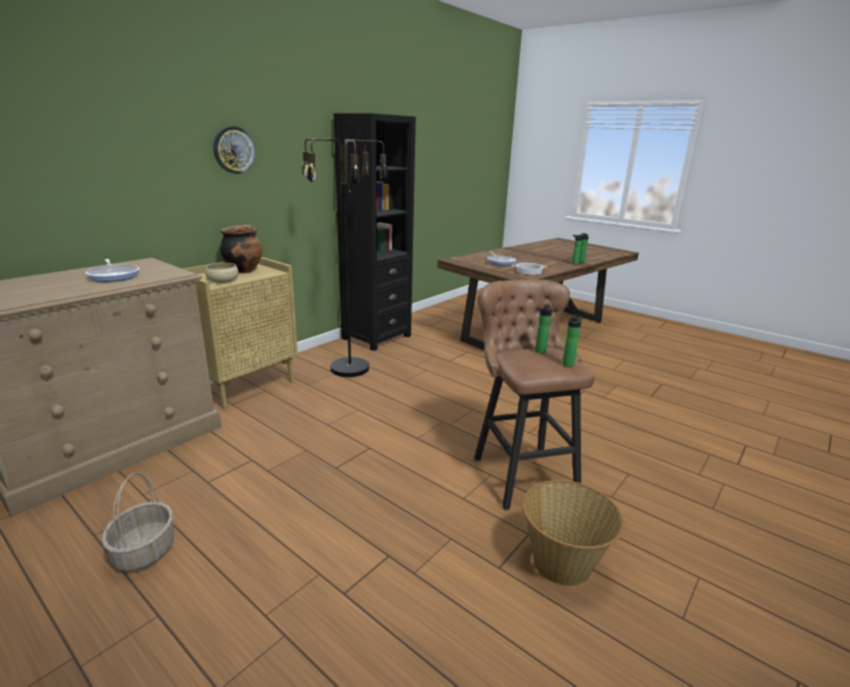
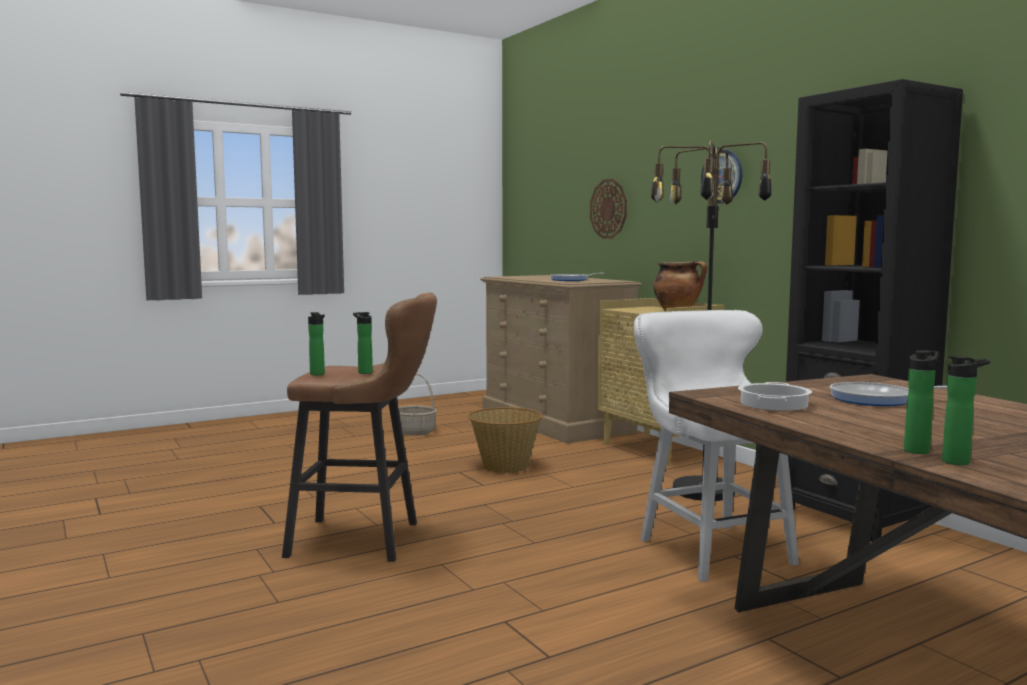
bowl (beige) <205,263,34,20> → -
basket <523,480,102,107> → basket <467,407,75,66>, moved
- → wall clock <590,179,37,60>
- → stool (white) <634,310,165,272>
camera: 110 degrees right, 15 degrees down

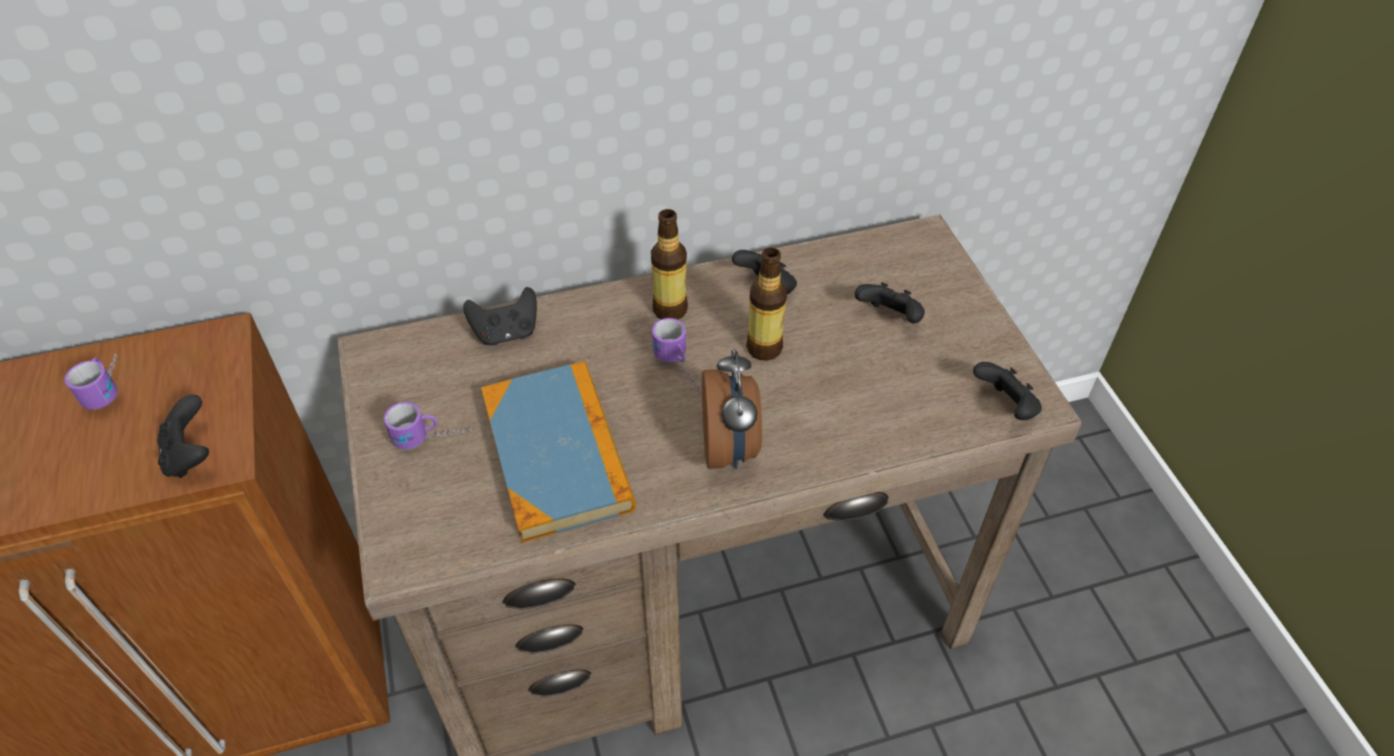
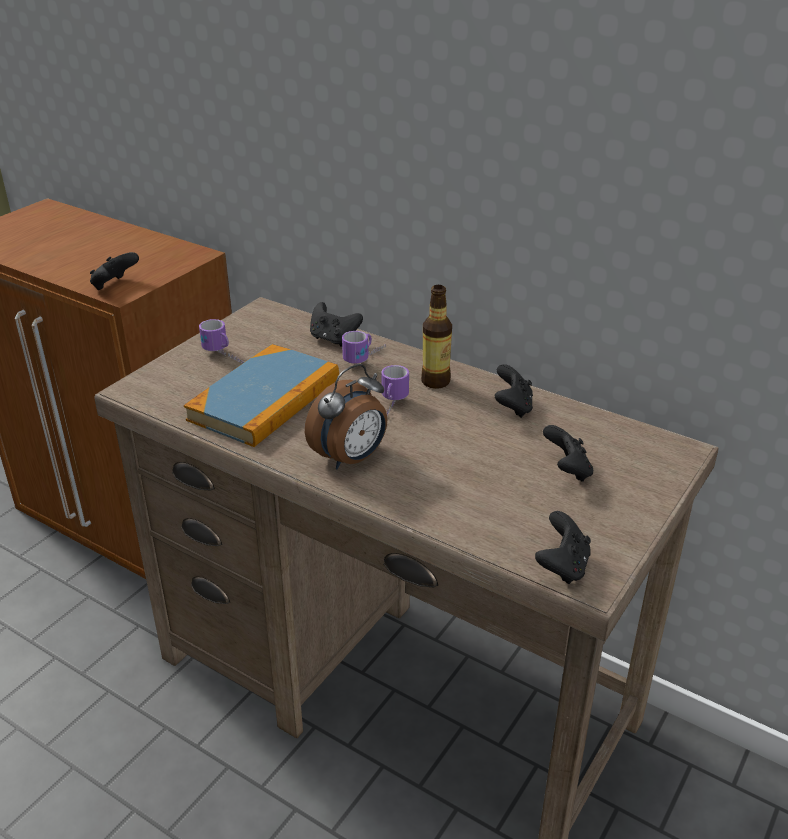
mug <64,354,54,56> → mug <342,331,44,33>, moved
bottle <746,248,41,113> → -
camera: 50 degrees right, 15 degrees down

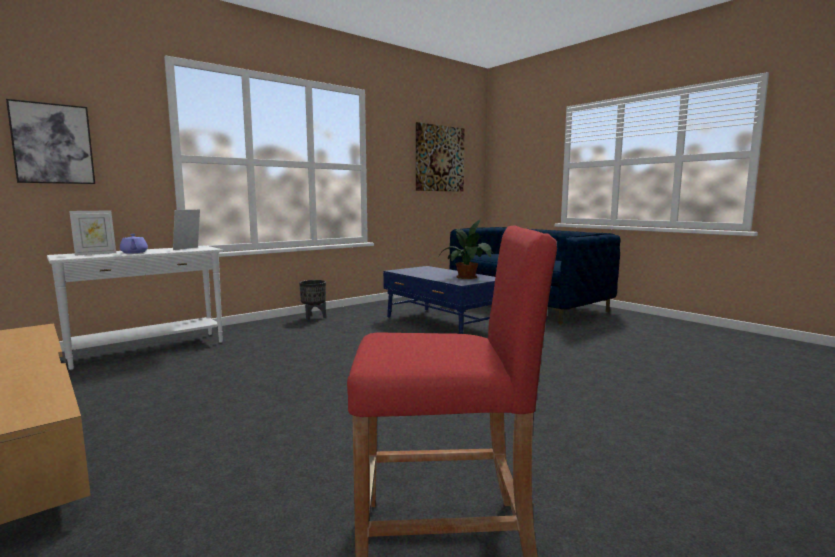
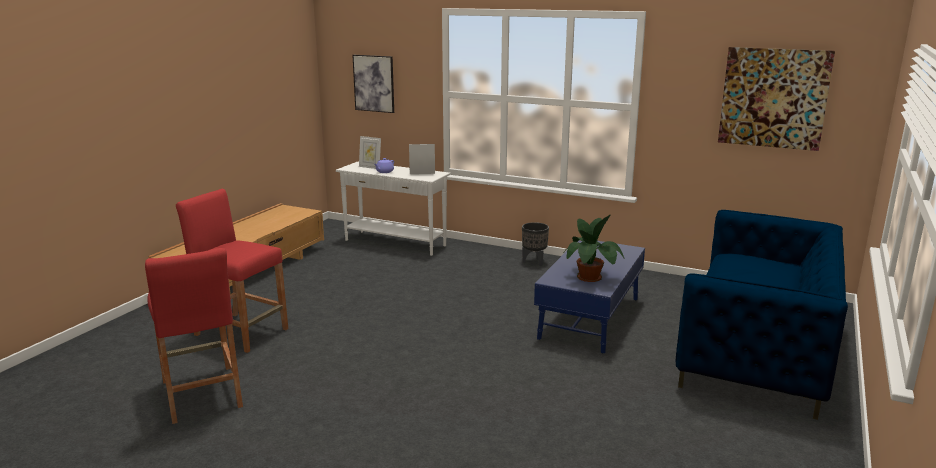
- → stool (red) <176,189,112,164>
camera: 65 degrees right, 10 degrees up

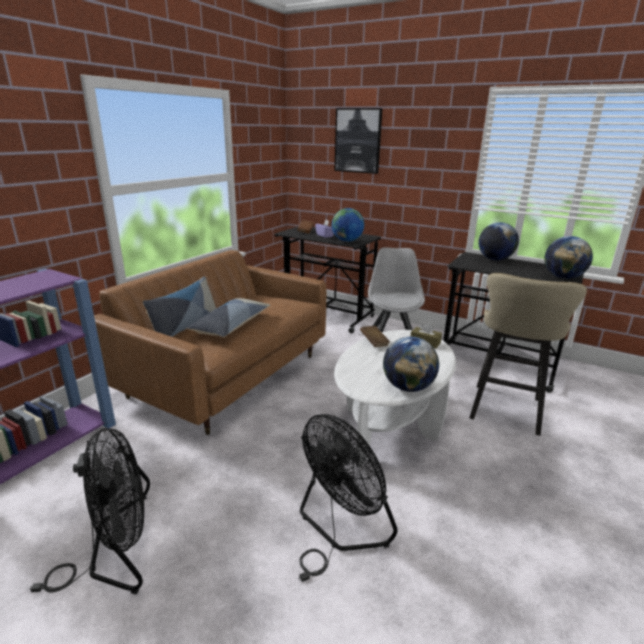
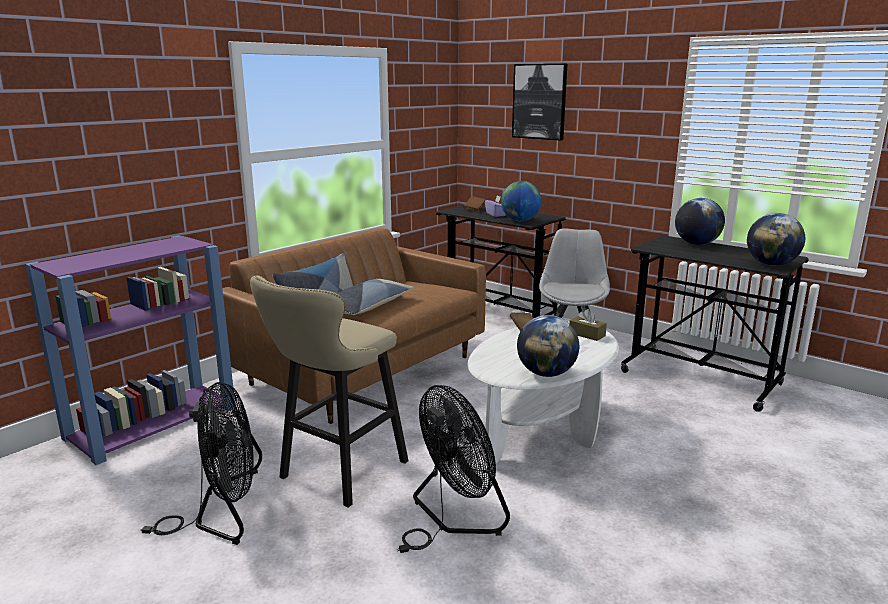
stool (beige) <470,273,117,163> → stool (beige) <250,275,158,233>, moved
camera: 10 degrees right, 5 degrees down

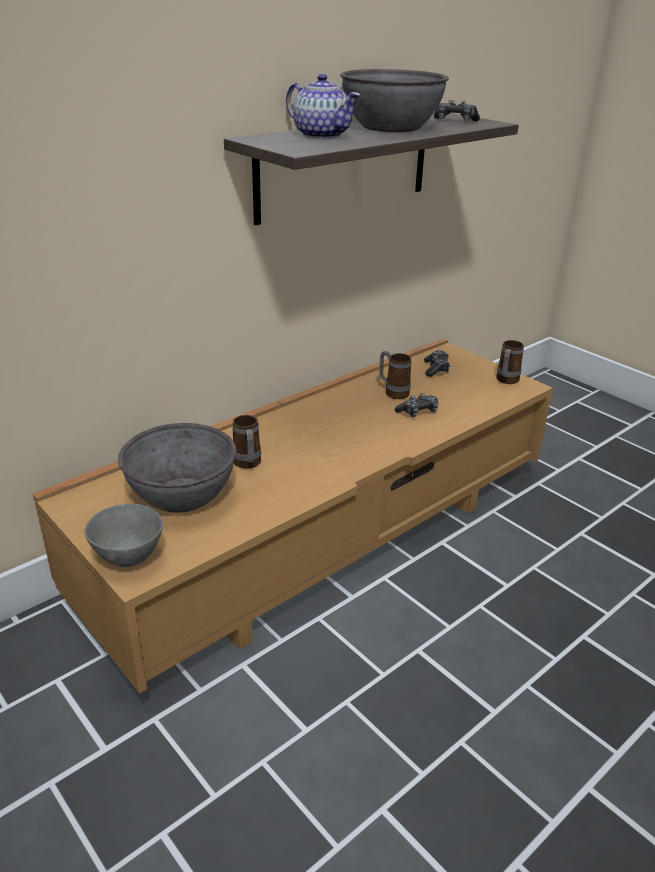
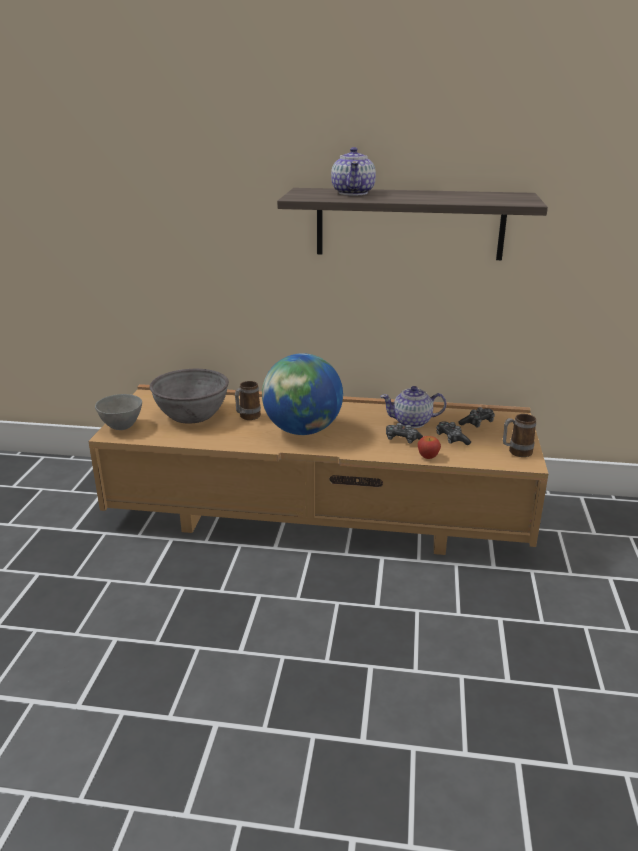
bowl (grey) <340,69,109,63> → -
mug <379,351,33,48> → teapot <380,386,67,42>
game controller <434,100,46,21> → game controller <436,421,35,24>, moved
- → globe <262,353,81,82>
- → apple <418,436,23,23>
camera: 50 degrees right, 5 degrees down

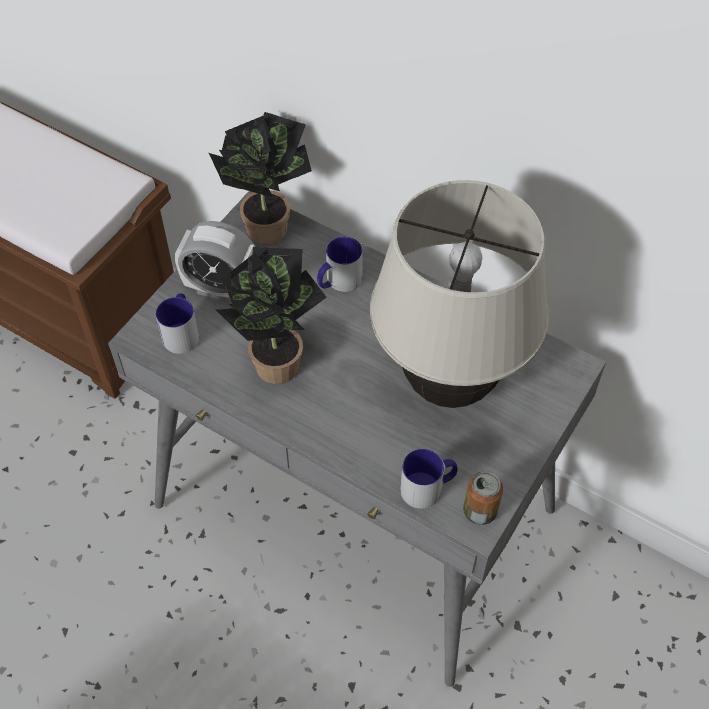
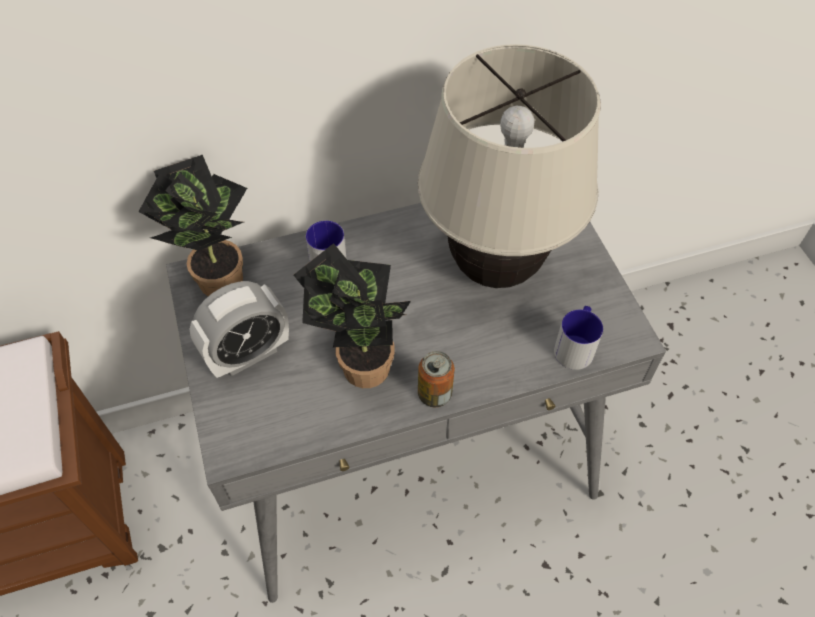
mug <156,293,43,61> → -
can <463,471,40,54> → can <418,351,37,56>, moved
camera: 50 degrees left, 0 degrees up

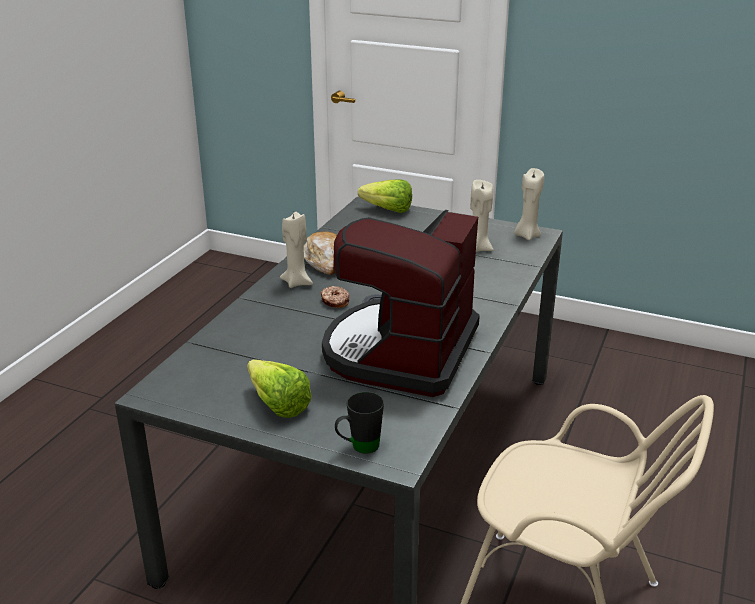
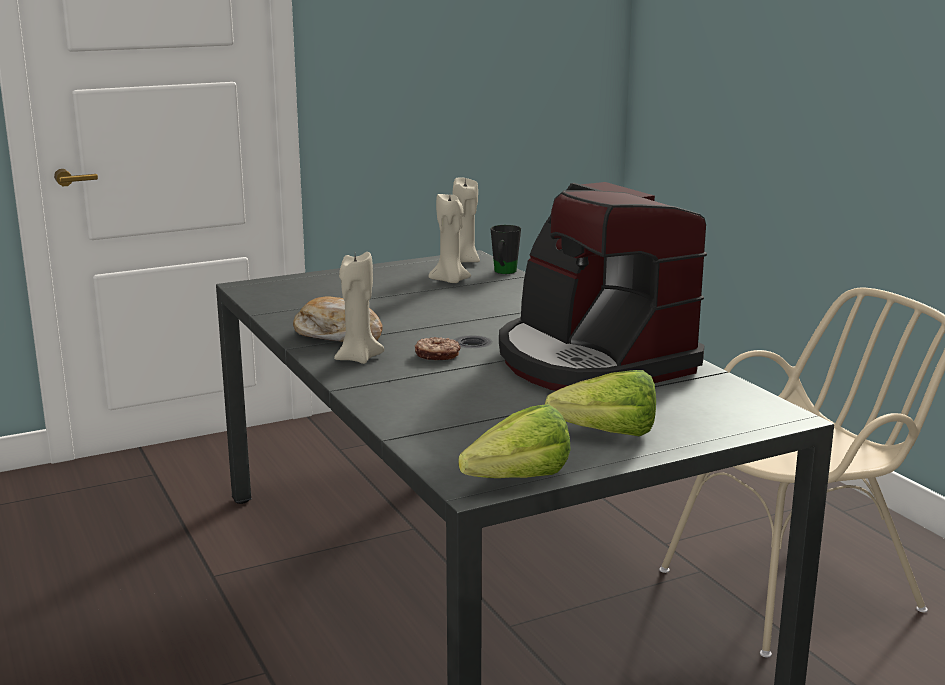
mug (black) <335,392,49,62> → mug (black) <491,225,30,49>, moved
lettuce <358,179,54,34> → lettuce <458,404,113,74>, moved
camera: 50 degrees left, 10 degrees down

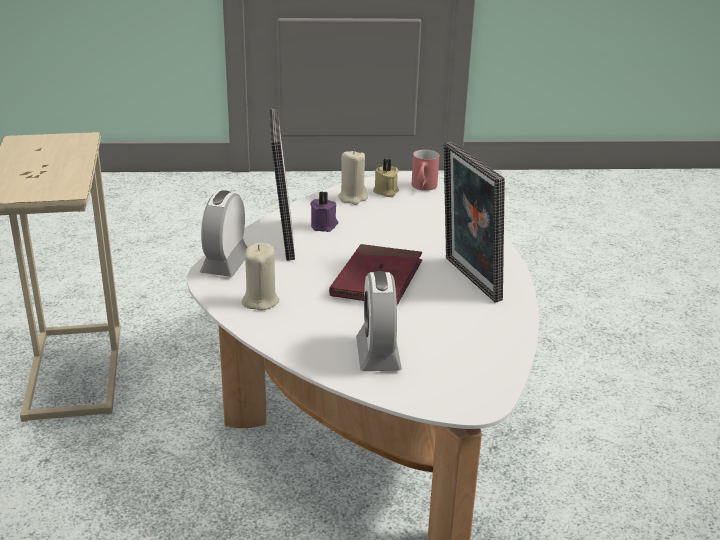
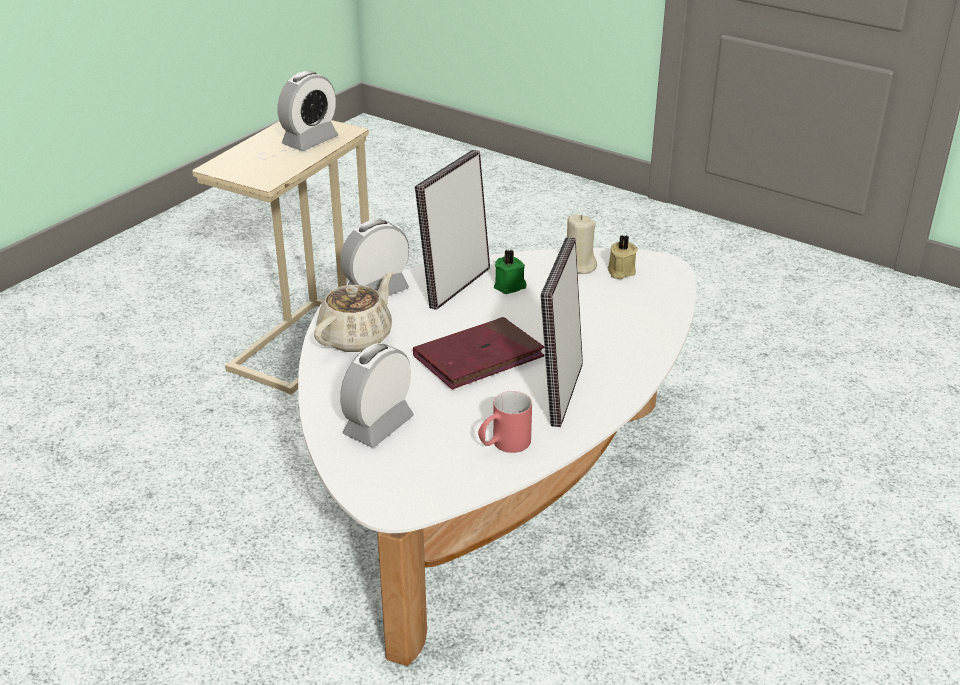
candle (beige) <241,243,39,68> → teapot (beige) <314,271,79,81>
candle (purple) <310,191,28,41> → candle (green) <494,249,32,45>
mug (red) <412,150,27,41> → mug (red) <478,391,54,62>, moved
- → alarm clock <278,71,60,80>
camera: 40 degrees right, 5 degrees up

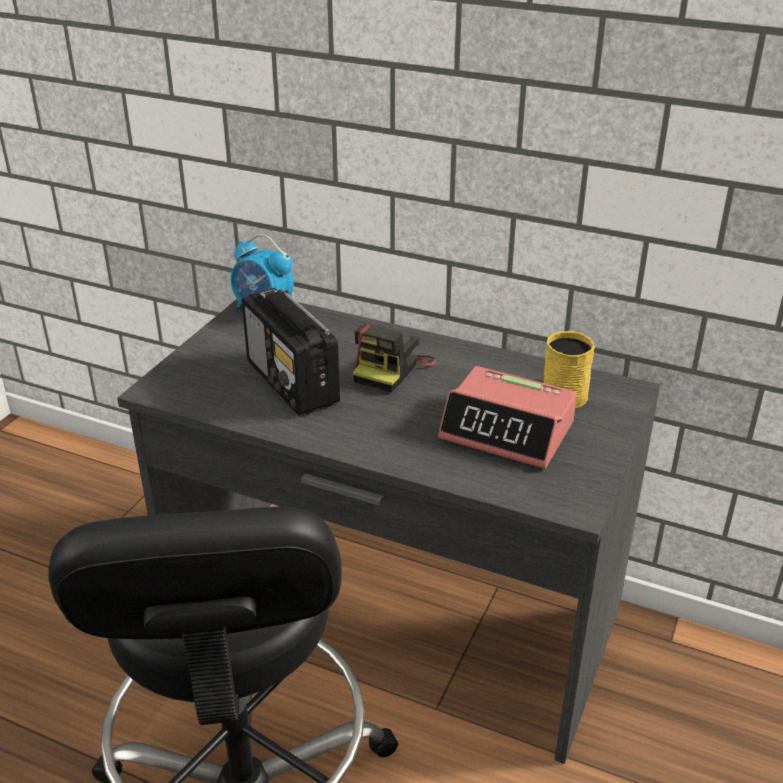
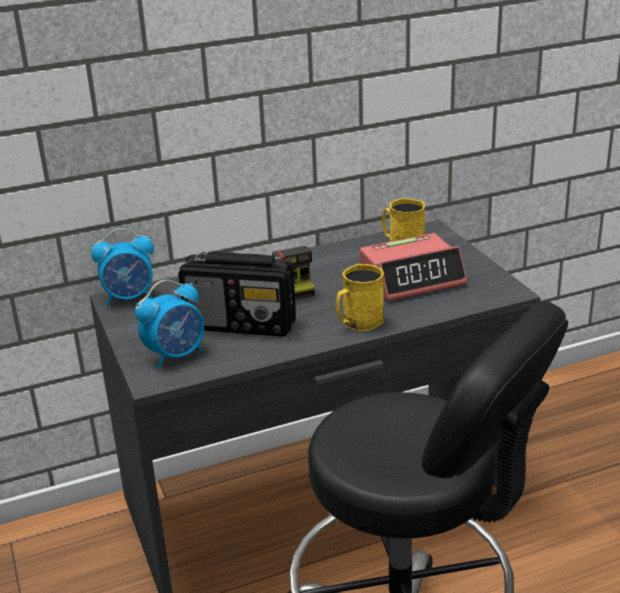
- → alarm clock <135,280,69,89>
- → mug (yellow) <336,264,48,67>
camera: 45 degrees left, 5 degrees down

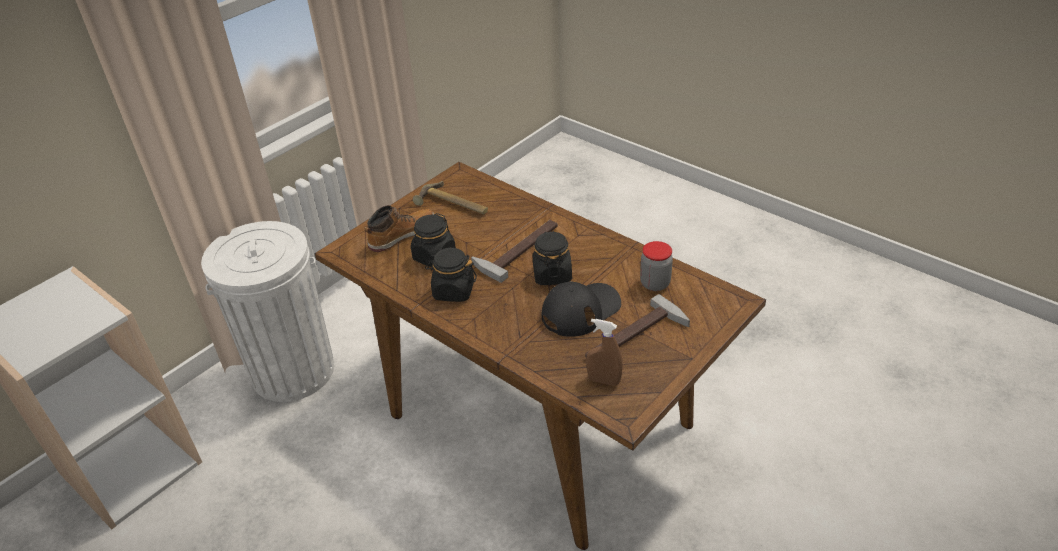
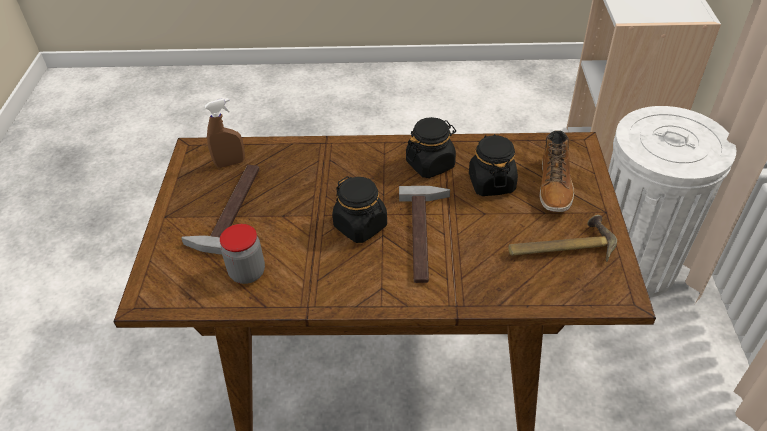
cap (black) <542,281,79,56> → -
camera: 140 degrees right, 5 degrees up

